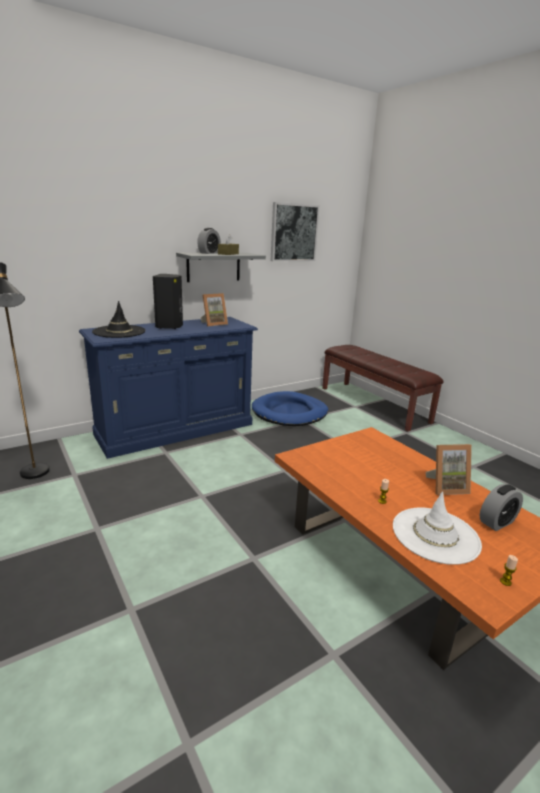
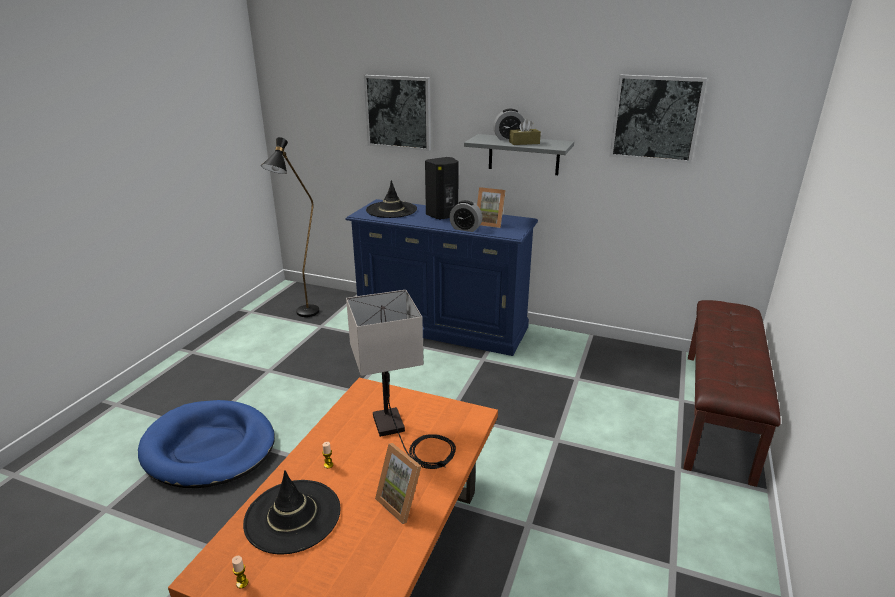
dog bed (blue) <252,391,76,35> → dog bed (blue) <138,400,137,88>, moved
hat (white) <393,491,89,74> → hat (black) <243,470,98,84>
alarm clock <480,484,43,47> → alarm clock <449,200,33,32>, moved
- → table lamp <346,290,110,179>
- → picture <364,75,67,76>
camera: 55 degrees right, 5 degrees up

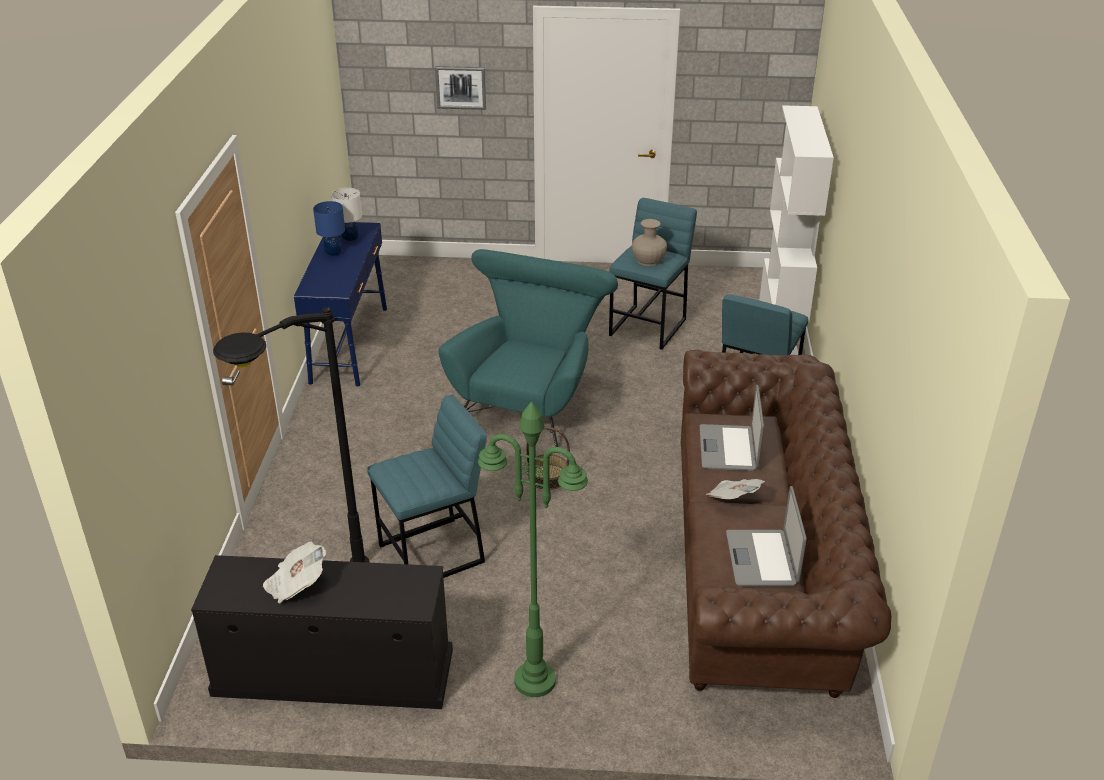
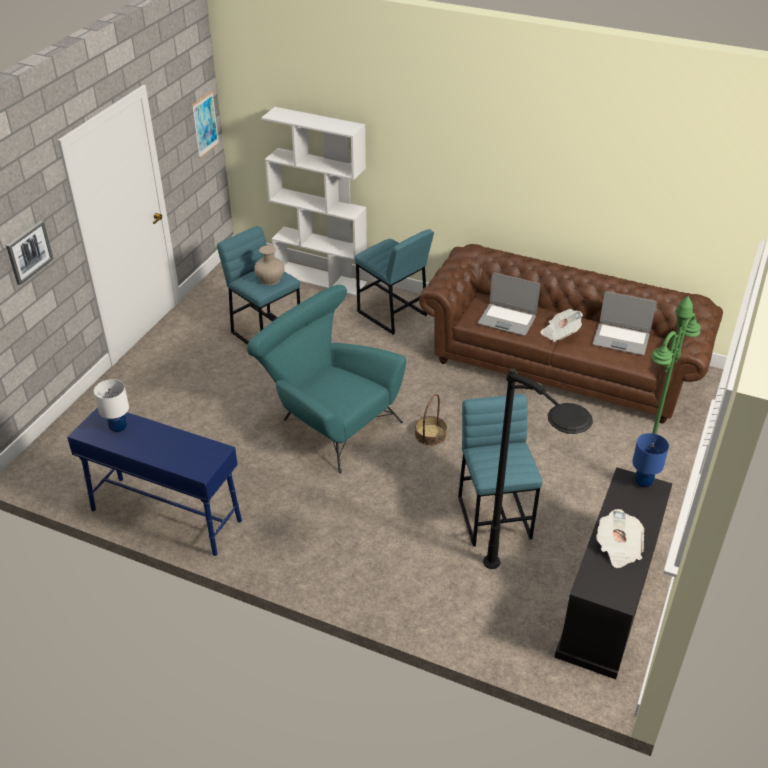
table lamp (blue) <313,201,32,55> → table lamp (blue) <632,433,37,54>, moved
- → picture <192,91,27,67>
camera: 70 degrees left, 5 degrees up

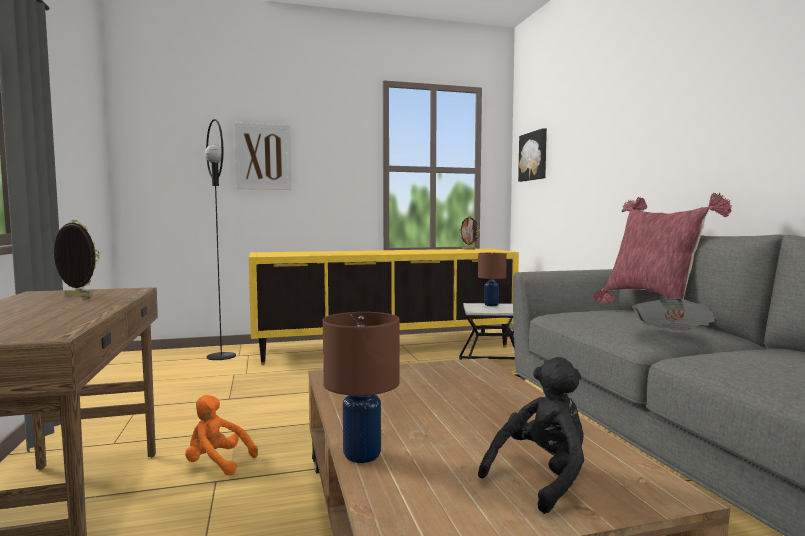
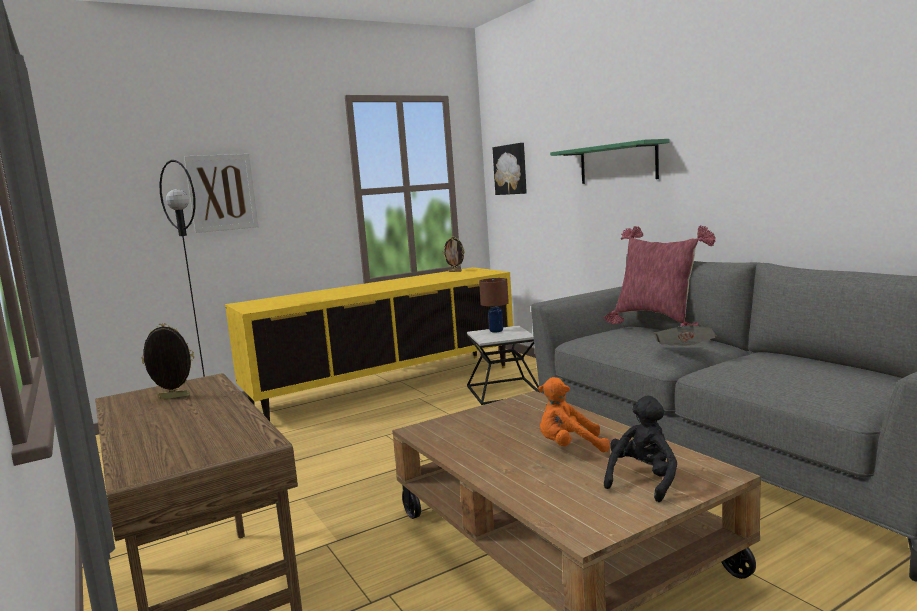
plush toy (orange) <185,395,73,80> → plush toy (orange) <538,377,72,75>, moved
table lamp (brown) <323,312,76,151> → -
- → shelf (green) <550,139,120,45>
camera: 15 degrees left, 5 degrees up

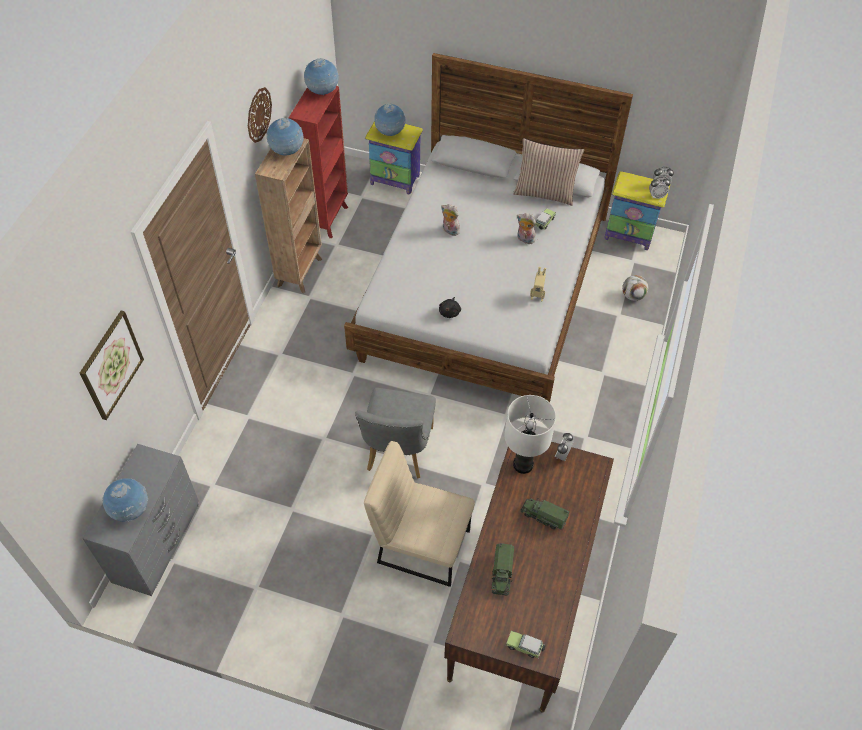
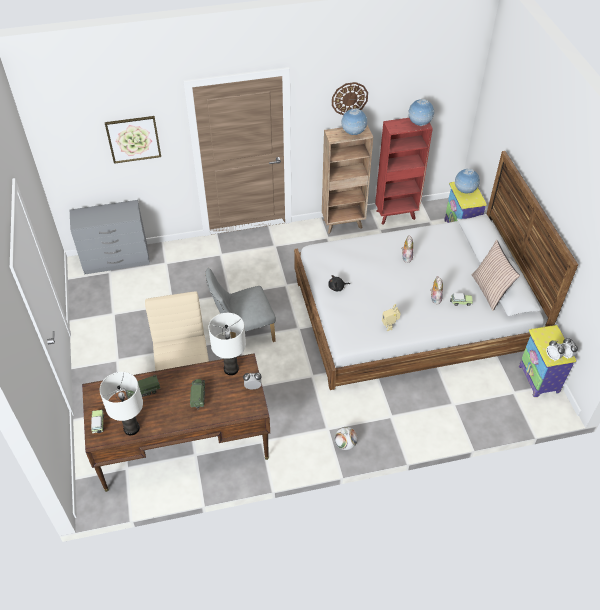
globe <102,478,46,44> → -
football <622,275,26,26> → football <334,427,24,23>, moved
- → table lamp (white) <100,372,43,63>
camera: 60 degrees right, 5 degrees down

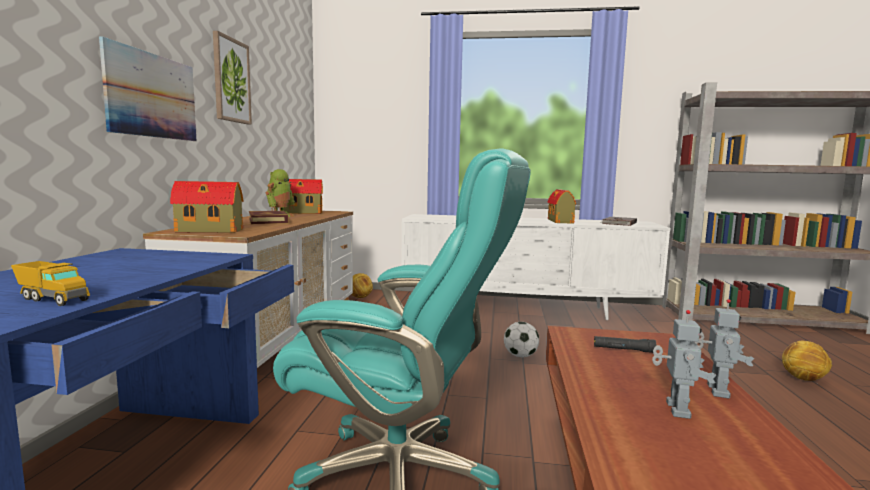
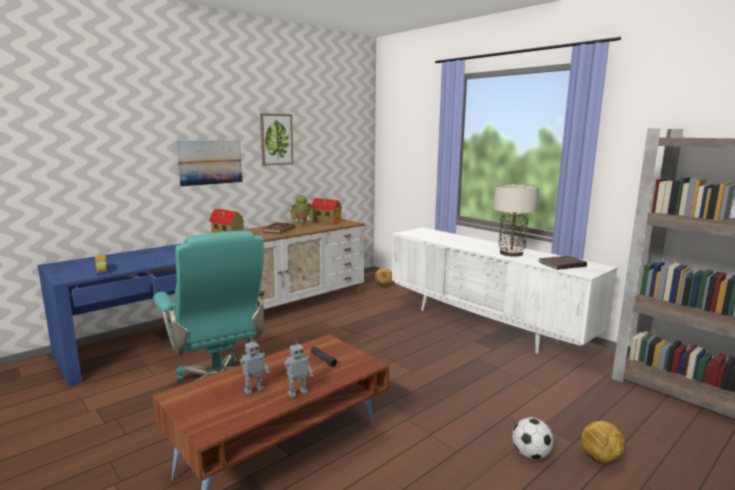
football <504,322,35,35> → football <513,417,40,43>, moved
toy house <547,189,29,34> → table lamp <493,184,46,73>
camera: 40 degrees right, 5 degrees up

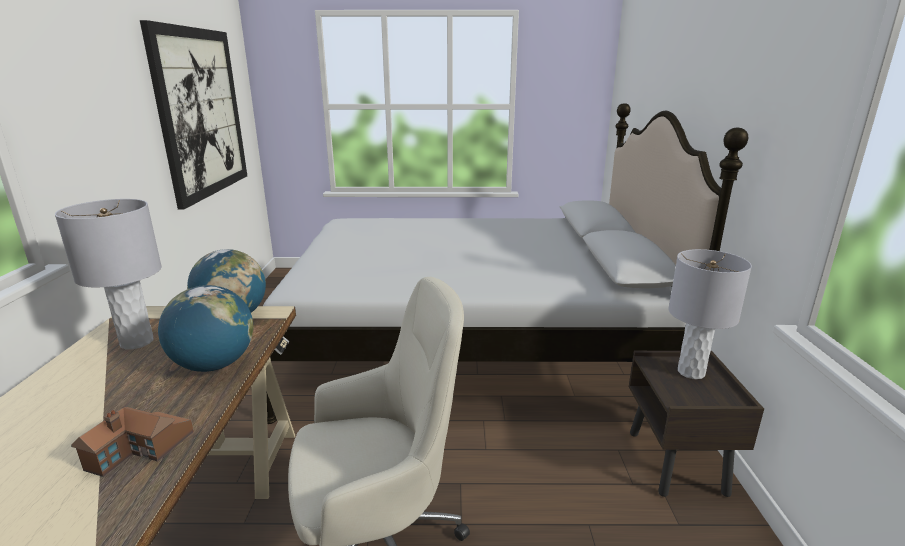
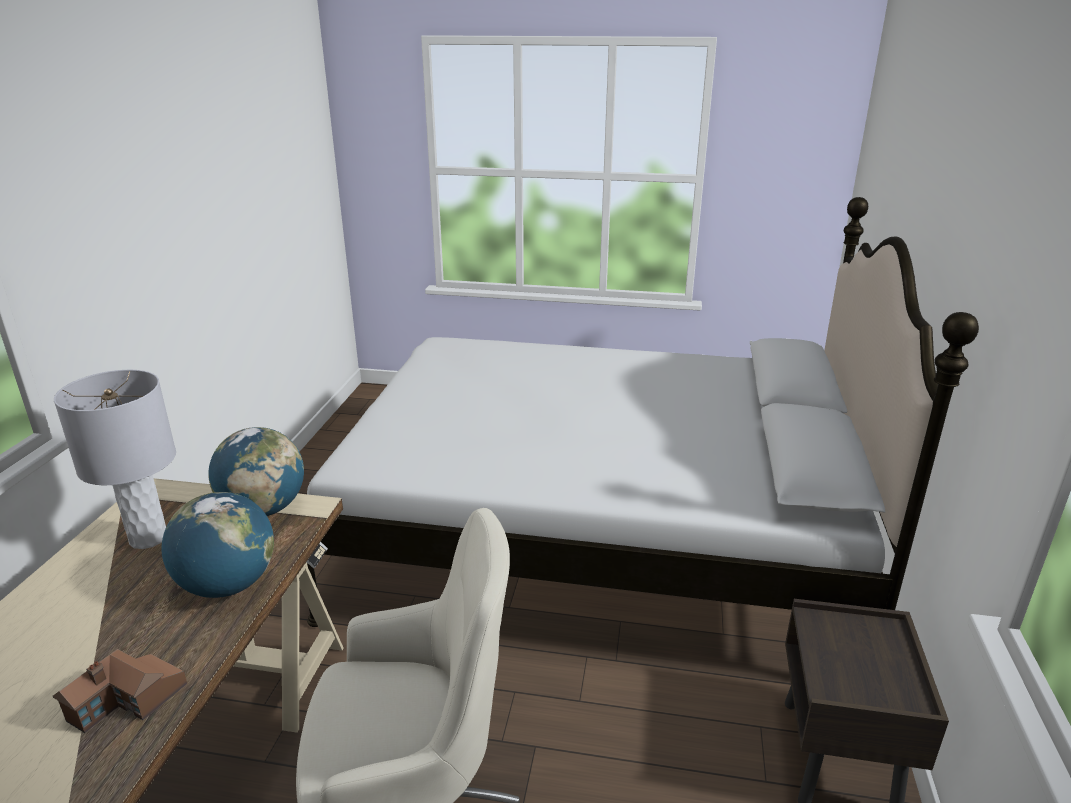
picture <140,20,107,190> → -
table lamp (grey) <668,249,84,130> → -
camera: 10 degrees right, 5 degrees up

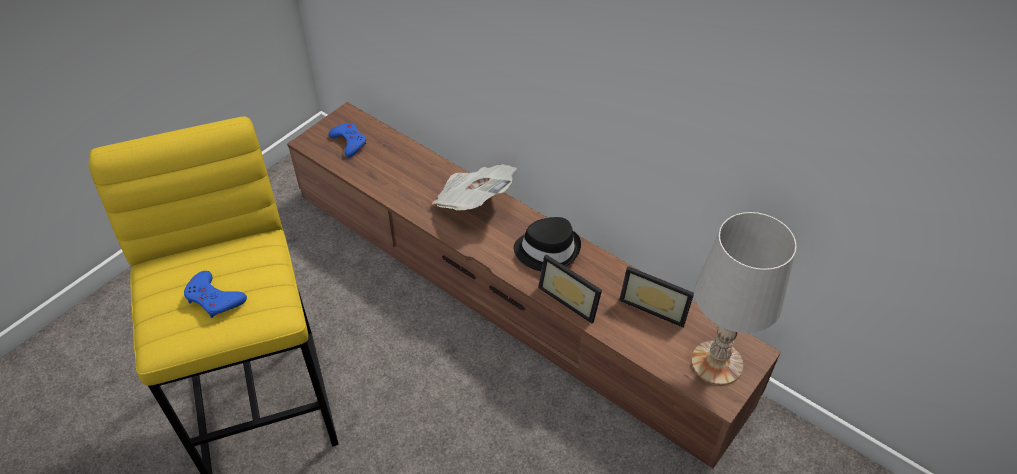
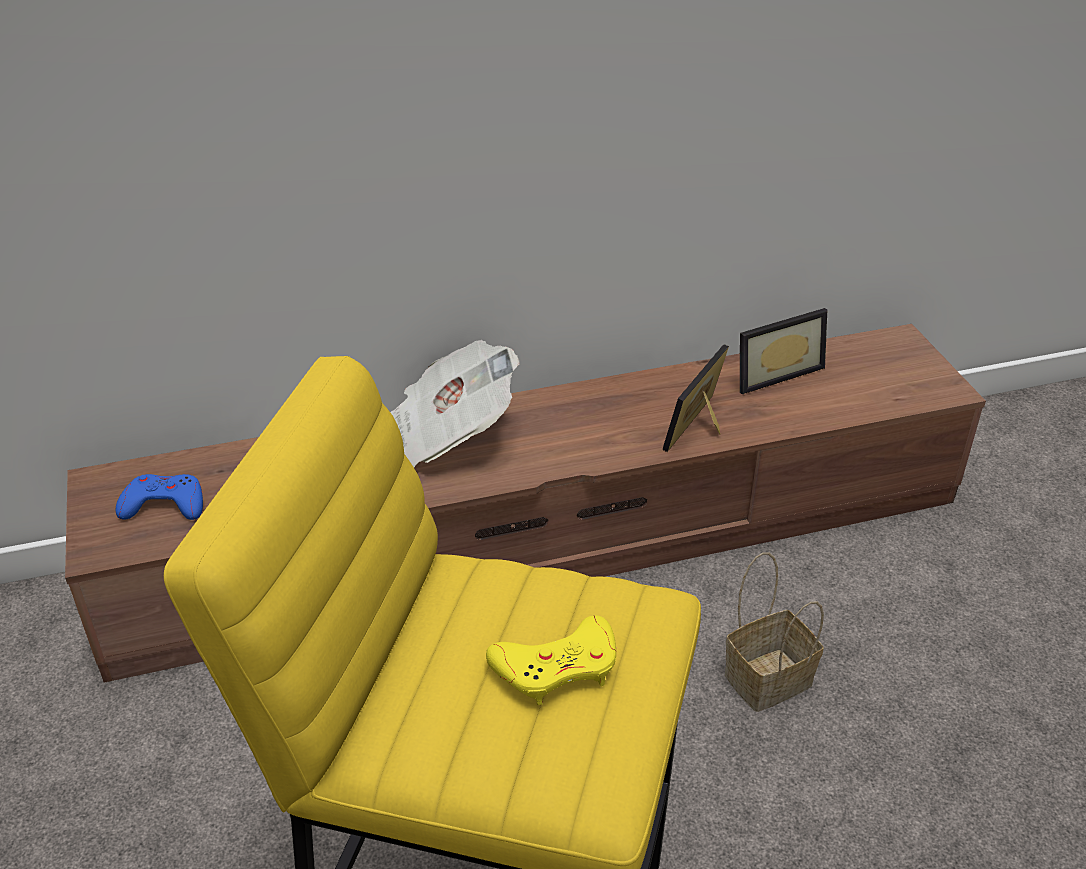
game controller (blue) <184,271,63,47> → game controller (yellow) <486,615,130,90>
hat (black) <513,217,68,54> → -
picture frame <538,254,64,70> → picture frame <663,344,66,108>, 135 degrees clockwise
table lamp (white) <691,212,106,173> → -
- → basket <725,552,99,160>
camera: 55 degrees left, 10 degrees down

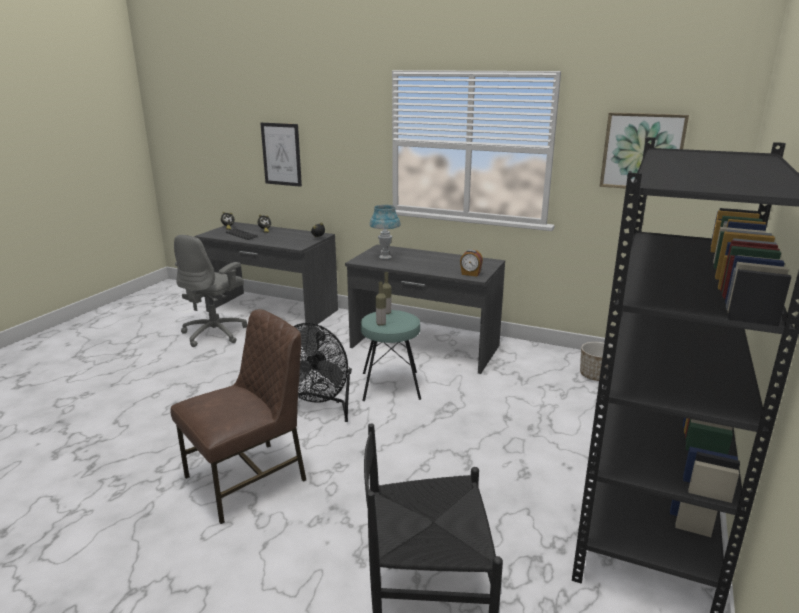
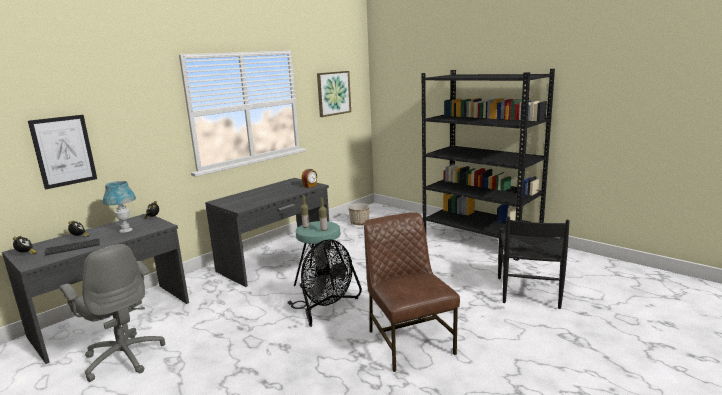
table lamp (blue) <369,205,32,54> → table lamp (blue) <103,181,33,52>, moved
camera: 70 degrees left, 5 degrees down

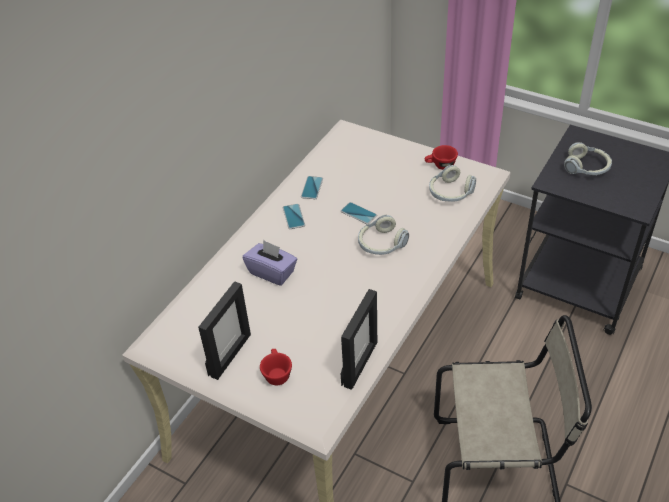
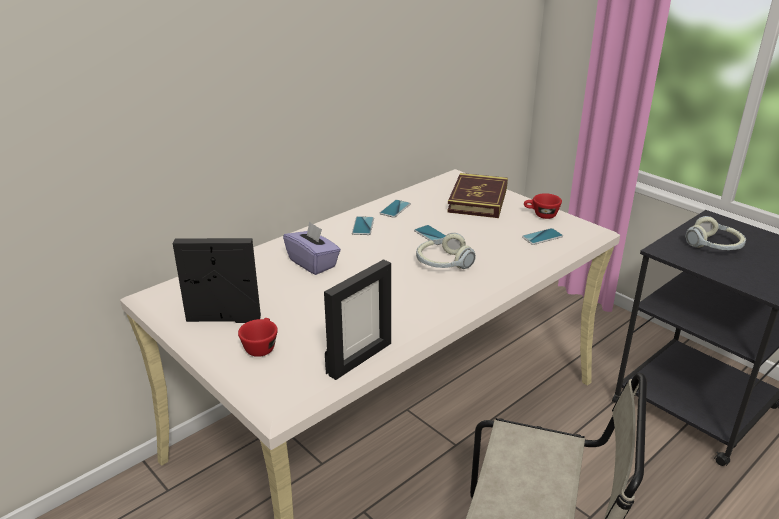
picture frame <198,281,53,99> → picture frame <173,238,88,85>, 135 degrees counterclockwise
headphones <429,165,47,37> → phone <522,228,41,17>
- → book <447,173,61,45>
camera: 15 degrees right, 15 degrees down

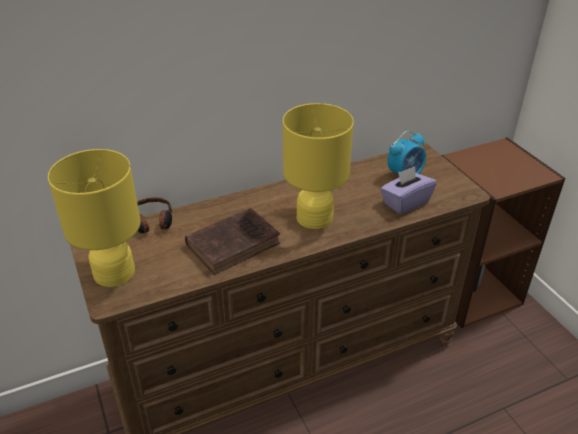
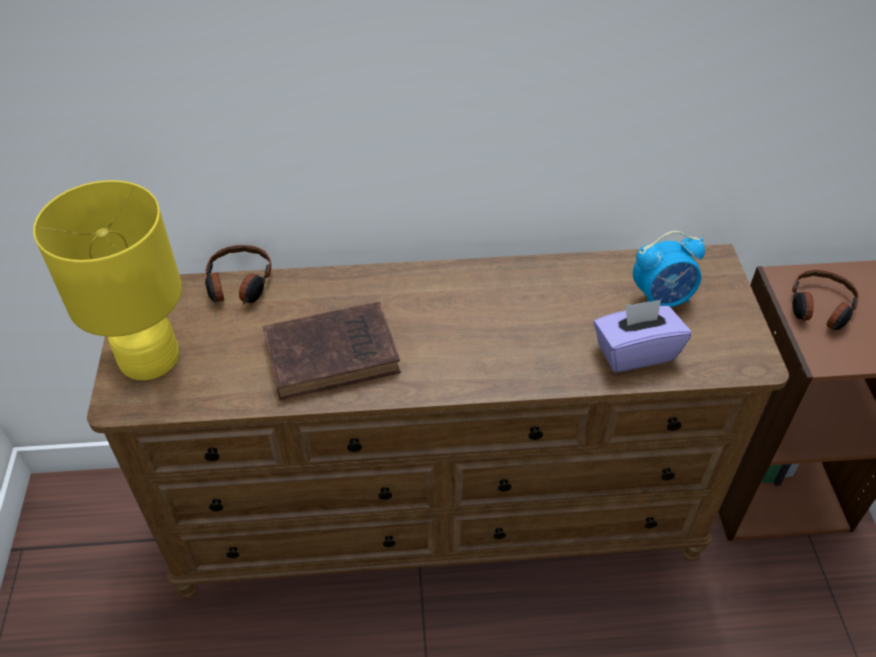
table lamp (yellow) <283,103,71,126> → -
- → headphones <792,270,67,60>
camera: 20 degrees right, 10 degrees up

